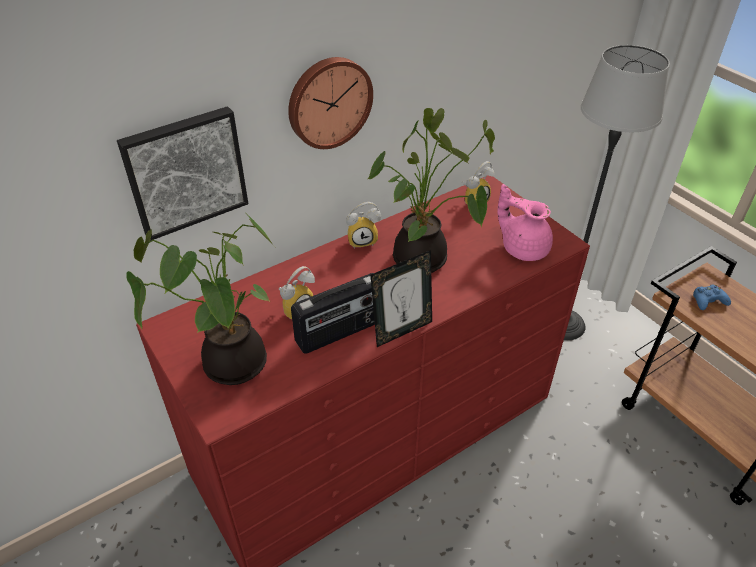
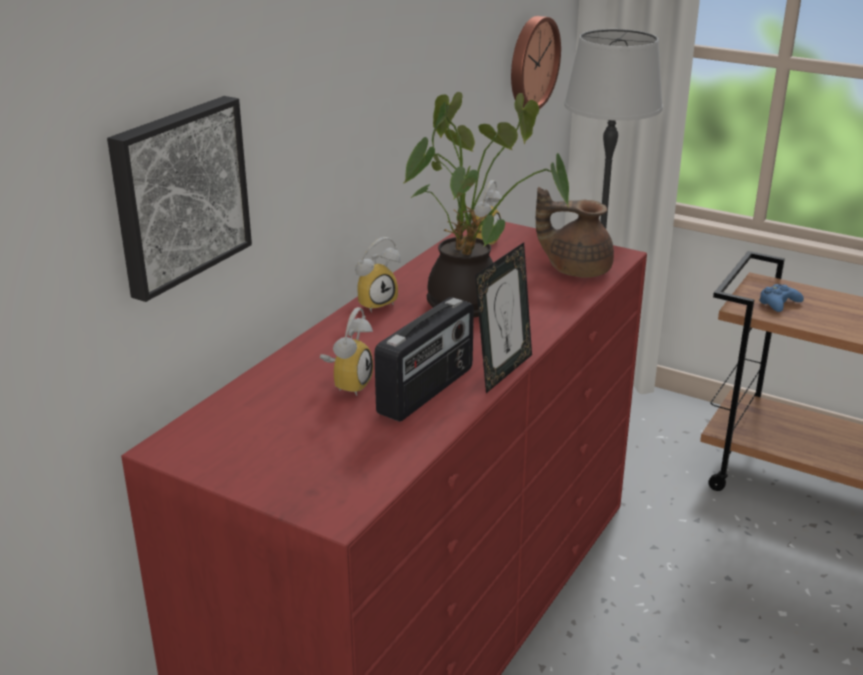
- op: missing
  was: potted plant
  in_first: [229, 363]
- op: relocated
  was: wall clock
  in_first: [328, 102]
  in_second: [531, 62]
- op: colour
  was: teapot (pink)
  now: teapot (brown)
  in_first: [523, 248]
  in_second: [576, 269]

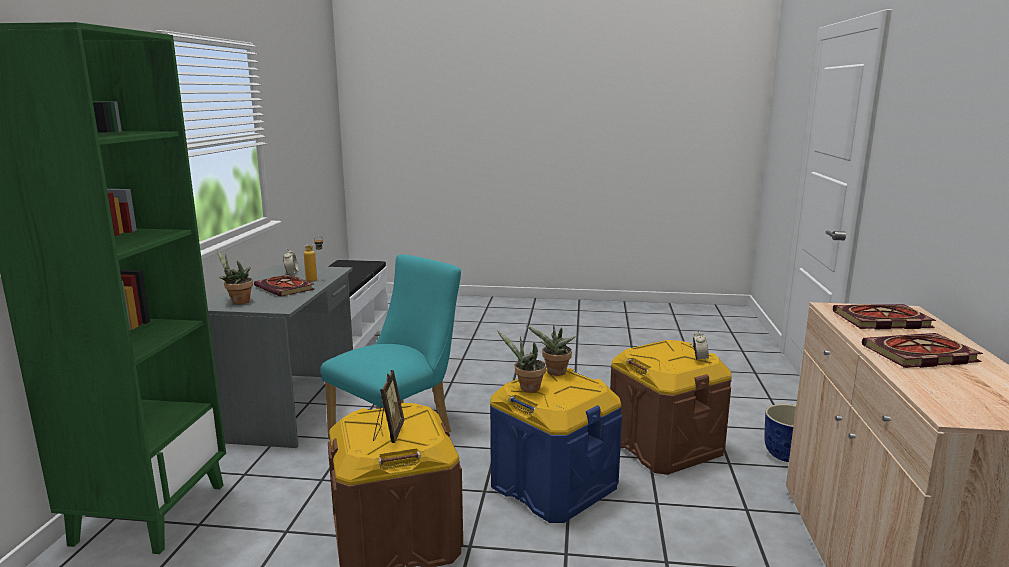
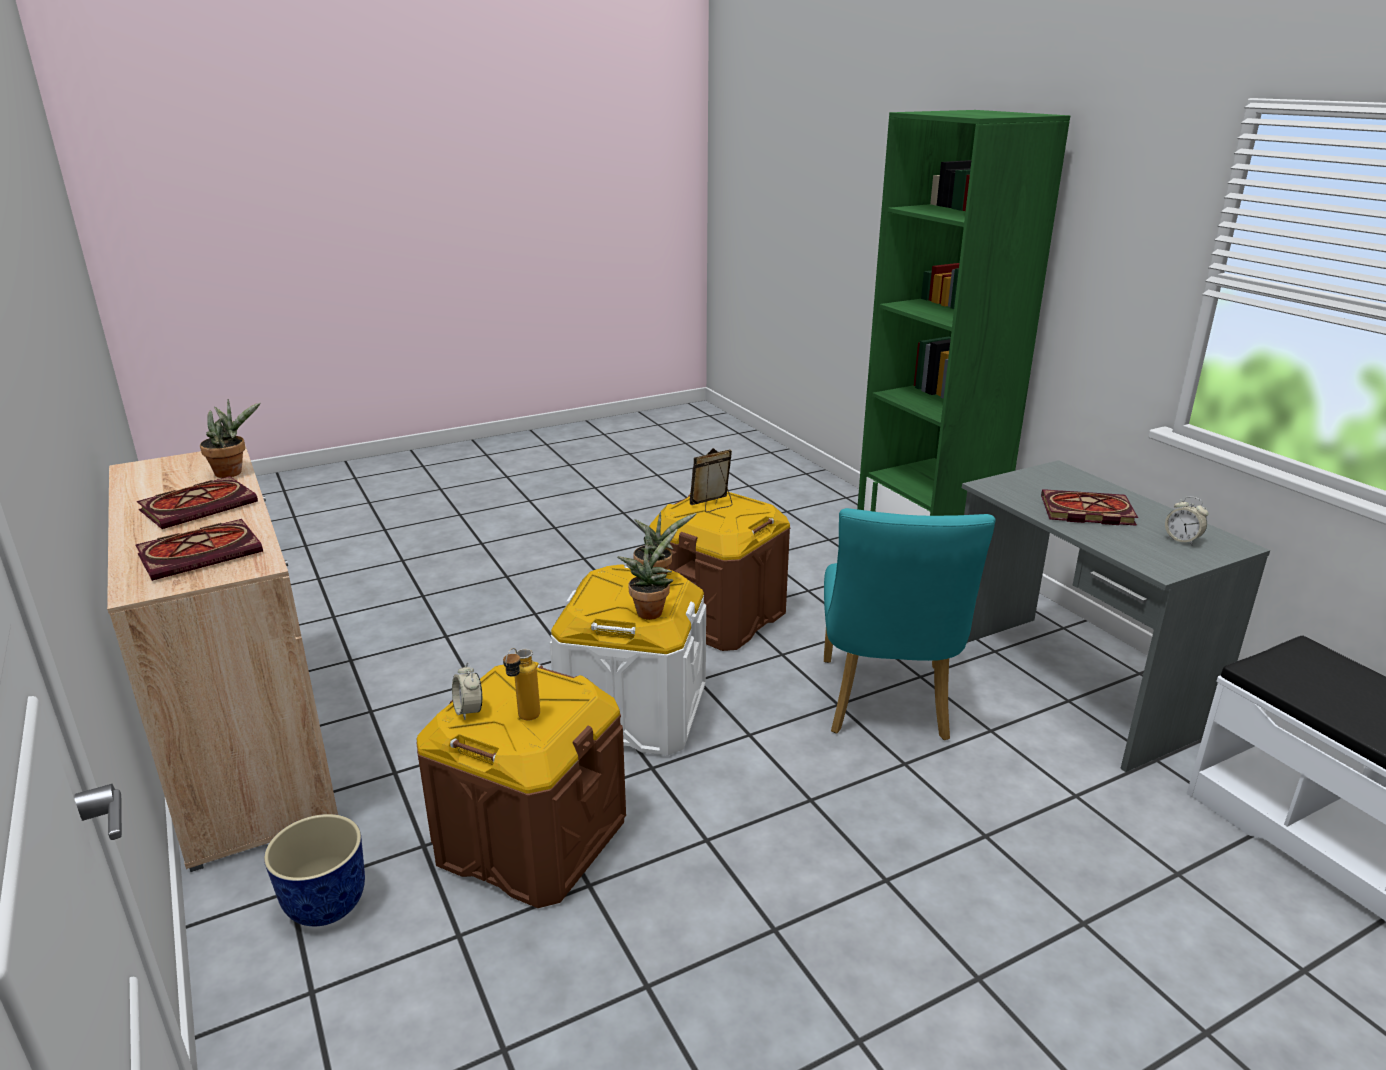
- op: relocated
  was: potted plant
  in_first: [238, 301]
  in_second: [233, 472]
- op: relocated
  was: bottle
  in_first: [316, 279]
  in_second: [524, 720]
- op: spun
  was: picture frame
  in_first: [388, 433]
  in_second: [713, 505]
  clockwise: 90
- op: colour
  was: storage box (blue)
  now: storage box (white)
  in_first: [553, 486]
  in_second: [632, 713]

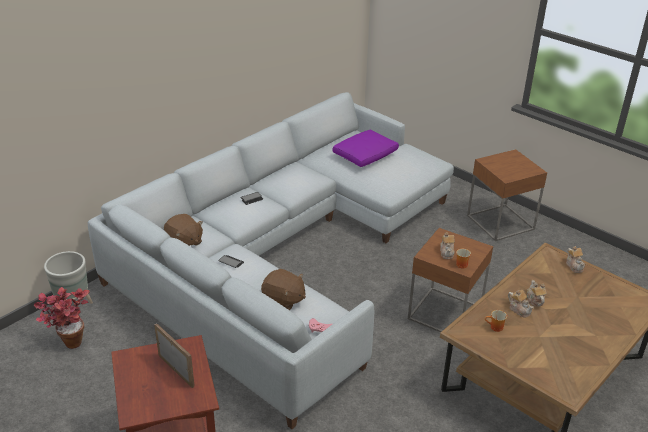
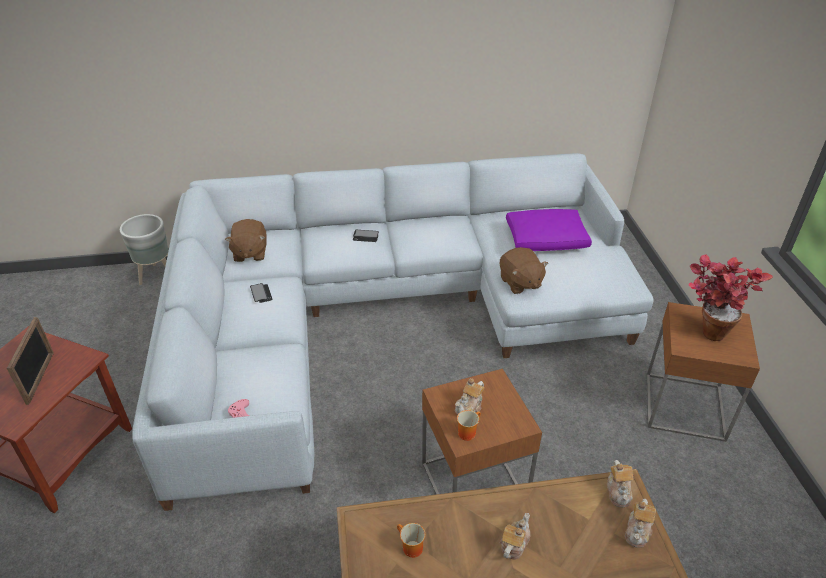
- op: relocated
  was: potted plant
  in_first: [68, 341]
  in_second: [707, 328]
- op: relocated
  was: plush toy (brown)
  in_first: [283, 300]
  in_second: [520, 283]
- op: relocated
  was: teapot
  in_first: [519, 310]
  in_second: [618, 491]

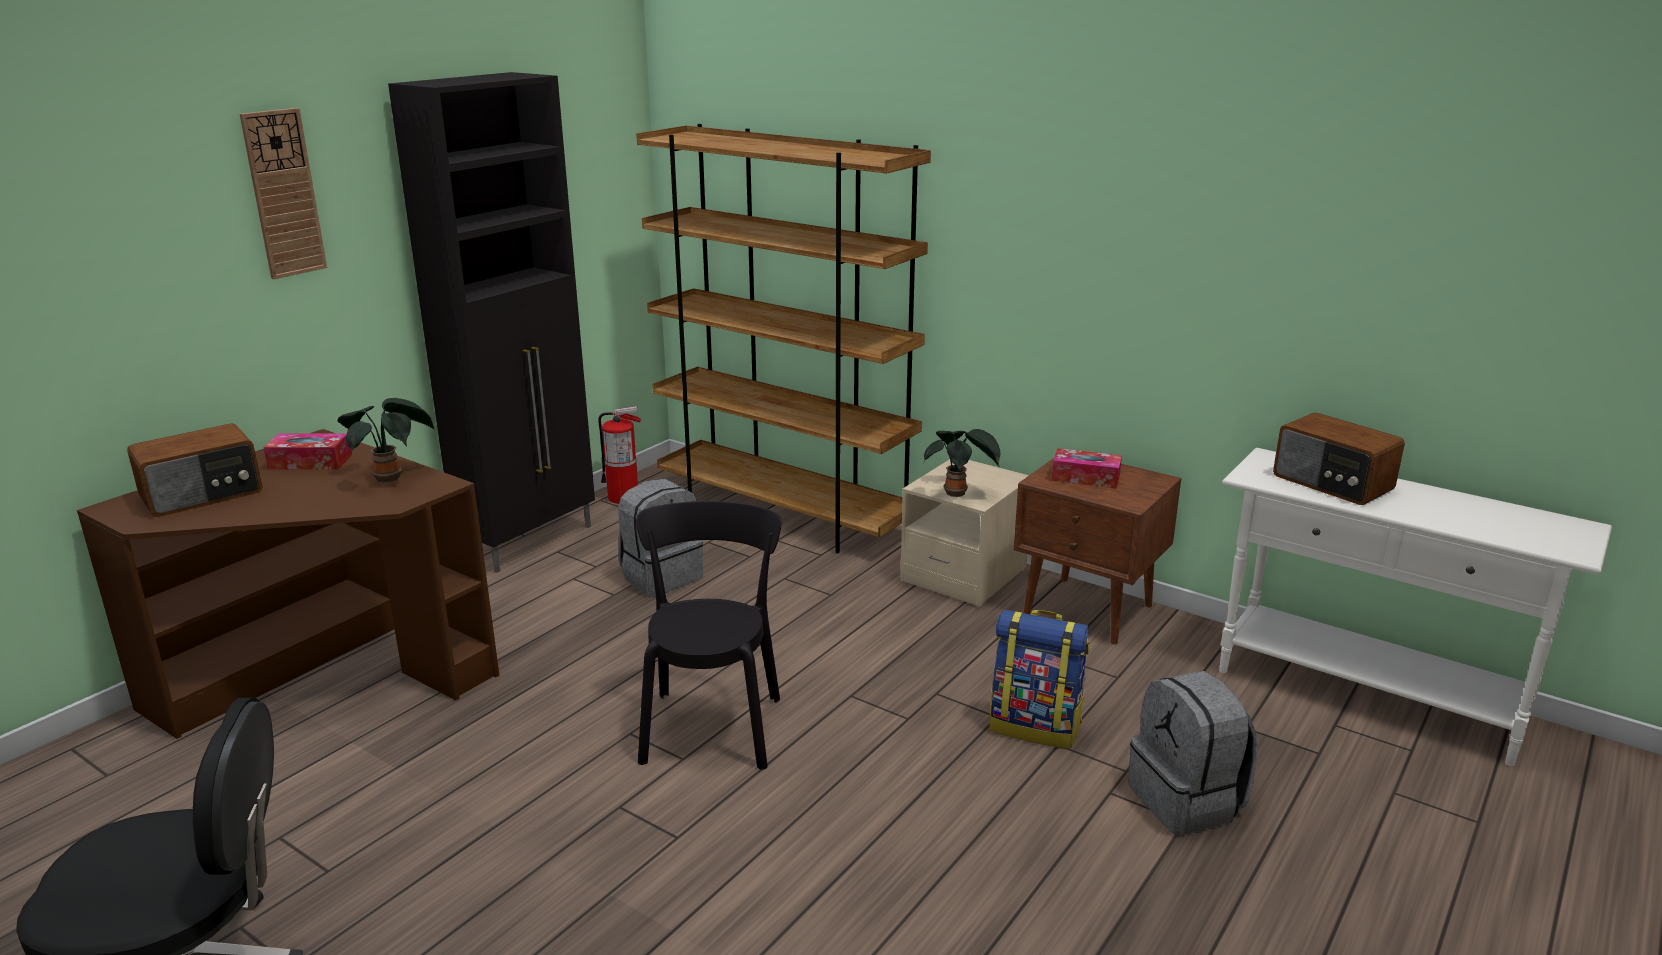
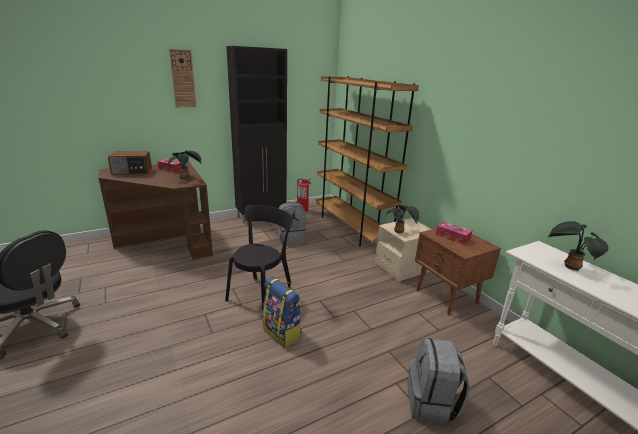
- op: relocated
  was: backpack
  in_first: [1036, 726]
  in_second: [282, 332]
- op: exchanged
  was: radio
  now: potted plant
  in_first: [1332, 483]
  in_second: [569, 267]

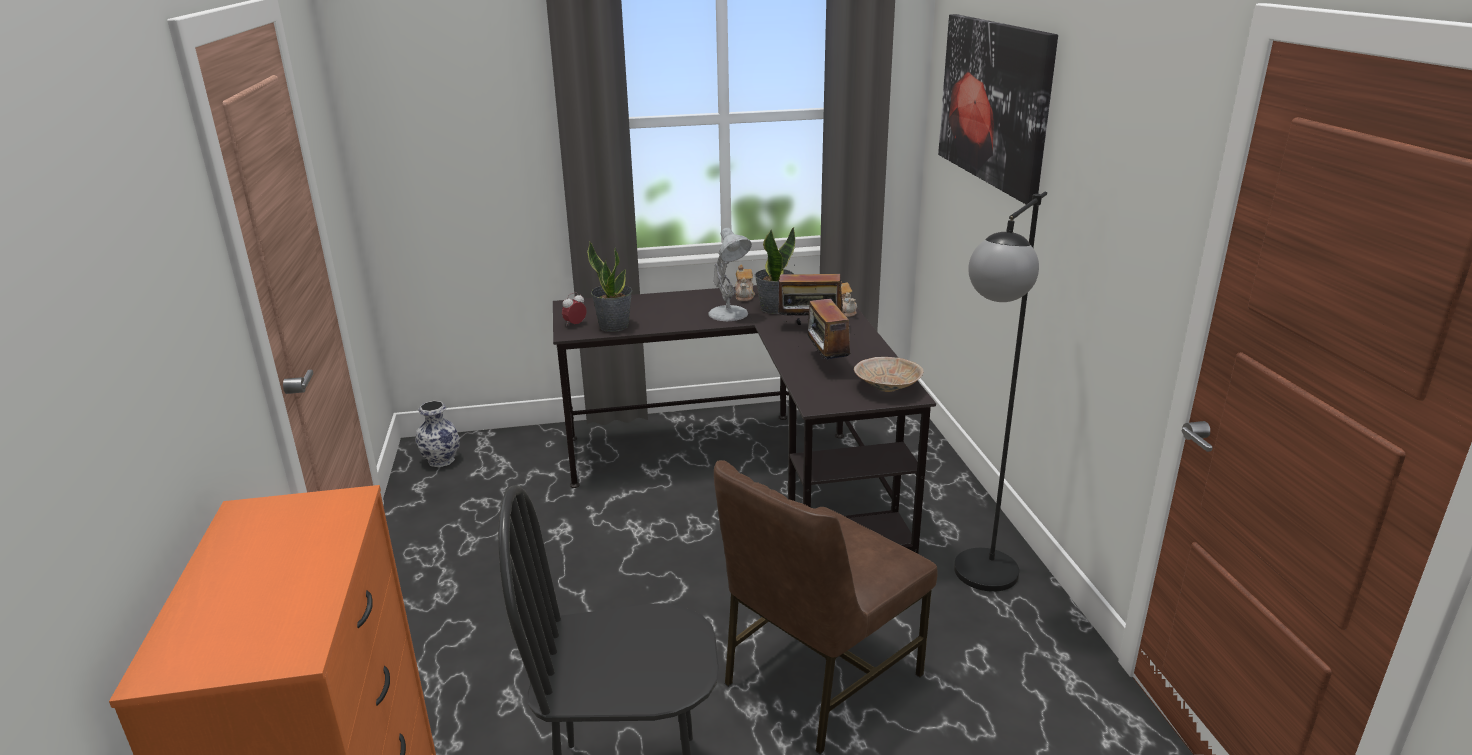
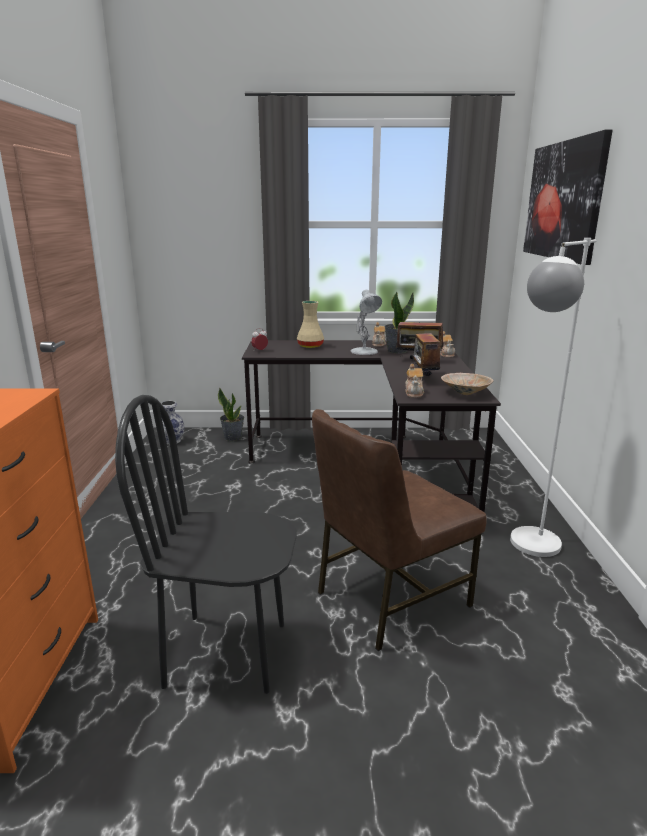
- op: relocated
  was: potted plant
  in_first: [614, 325]
  in_second: [233, 437]
- op: colour
  was: floor lamp (black)
  now: floor lamp (white)
  in_first: [978, 584]
  in_second: [527, 550]
- op: appeared
  now: vase (beige)
  in_second: [310, 346]
- op: appeared
  now: teapot
  in_second: [414, 393]

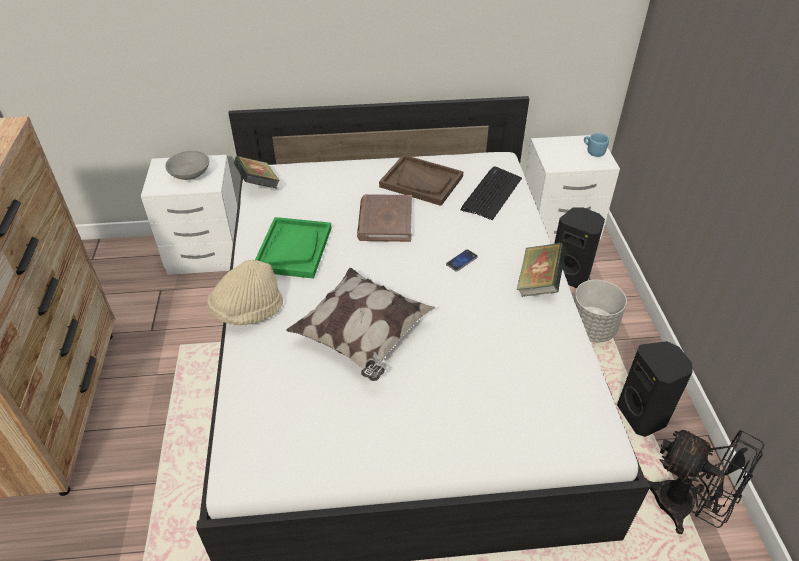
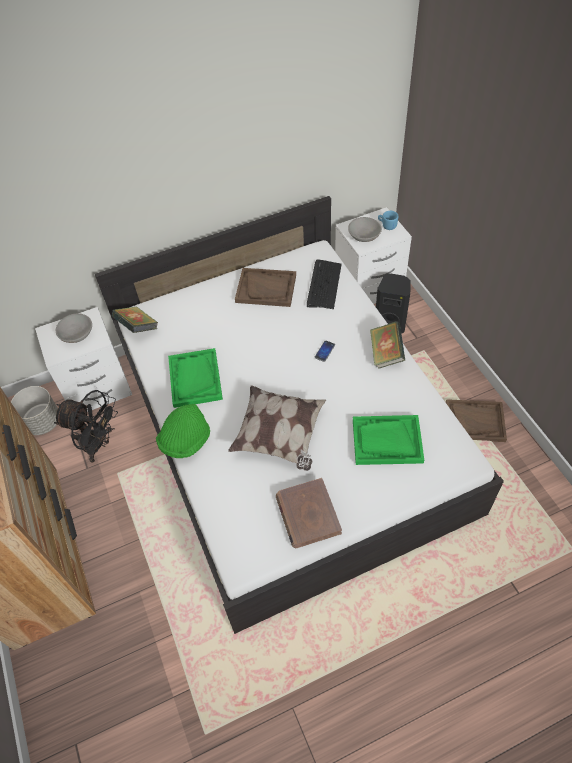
- op: colour
  was: hat (beige)
  now: hat (green)
  in_first: [248, 311]
  in_second: [185, 441]
- op: relocated
  was: book (brown)
  in_first: [385, 221]
  in_second: [307, 514]
- op: relocated
  was: planter (grey)
  in_first: [591, 329]
  in_second: [43, 422]
- op: exchanged
  was: speaker (black)
  now: tray (brown)
  in_first: [643, 415]
  in_second: [475, 421]
- op: relocated
  was: fan (black)
  in_first: [684, 507]
  in_second: [98, 444]
- op: appeared
  now: bowl (grey)
  in_second: [364, 236]
- op: appeared
  now: tray (green)
  in_second: [387, 441]

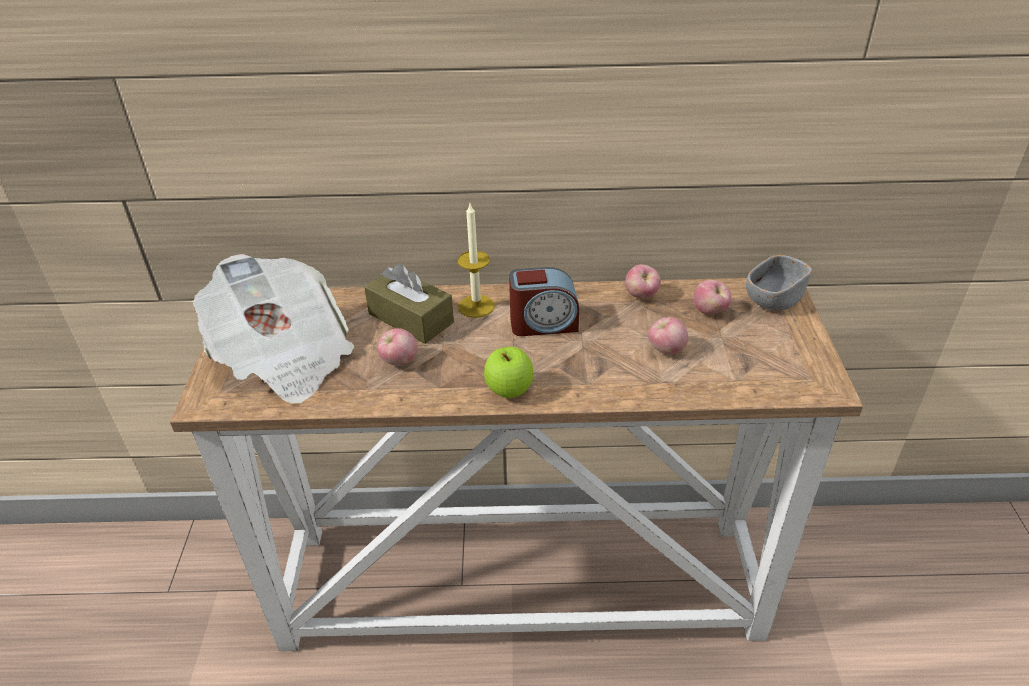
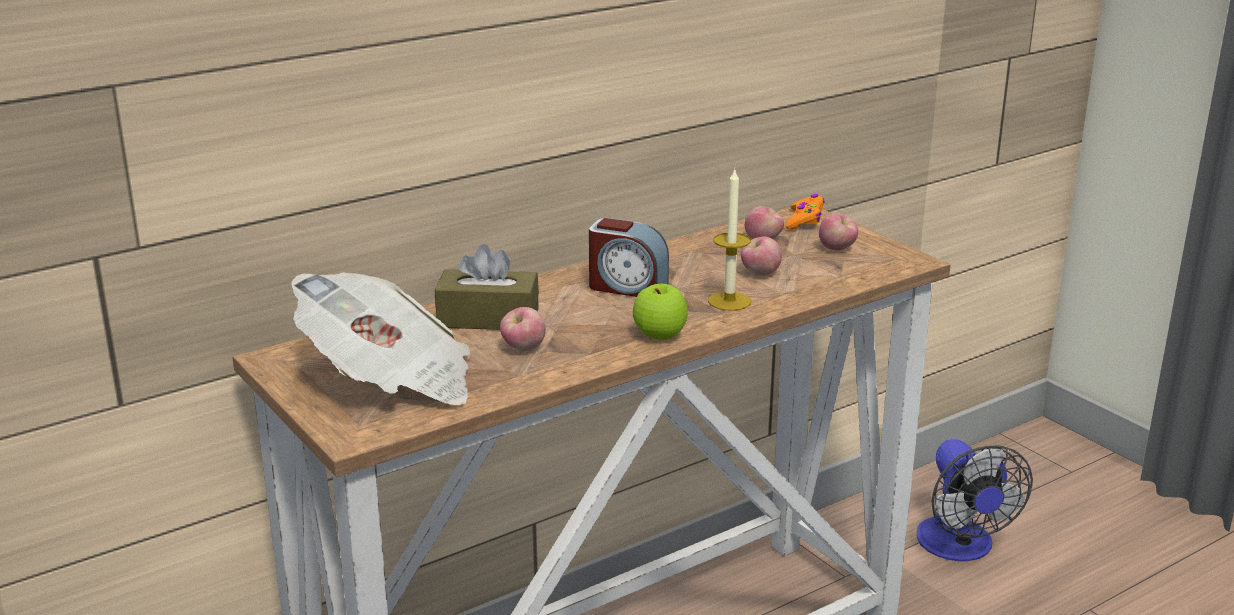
- op: relocated
  was: candle
  in_first: [476, 306]
  in_second: [729, 301]
- op: spun
  was: alarm clock
  in_first: [543, 323]
  in_second: [627, 287]
  clockwise: 60
- op: relocated
  was: apple
  in_first: [641, 296]
  in_second: [837, 249]
- op: exchanged
  was: bowl (grey)
  now: game controller (orange)
  in_first: [773, 298]
  in_second: [804, 220]
- op: appeared
  now: fan
  in_second: [960, 547]

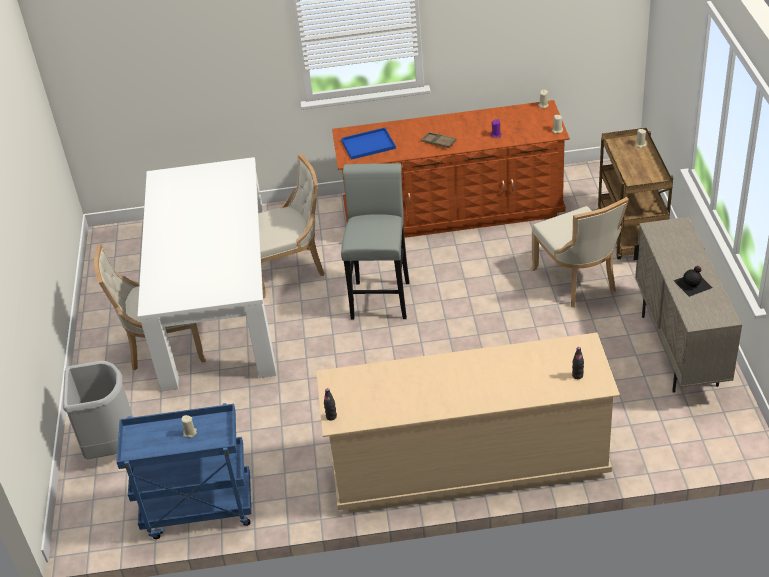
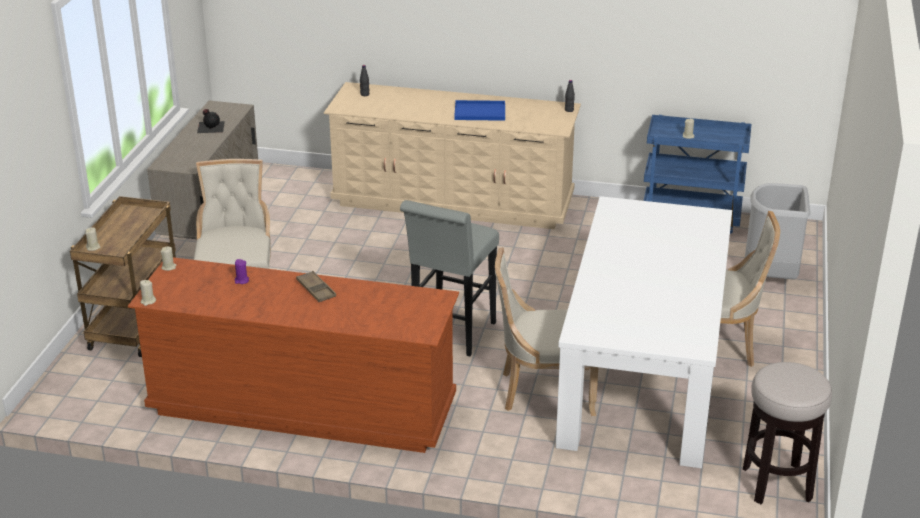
- op: relocated
  was: tray (blue)
  in_first: [367, 145]
  in_second: [481, 111]
- op: appeared
  now: stool
  in_second: [777, 484]

